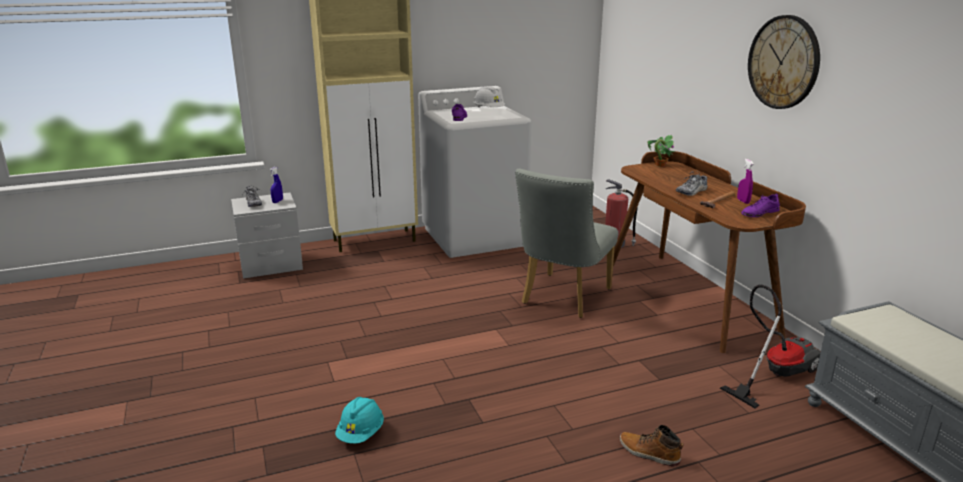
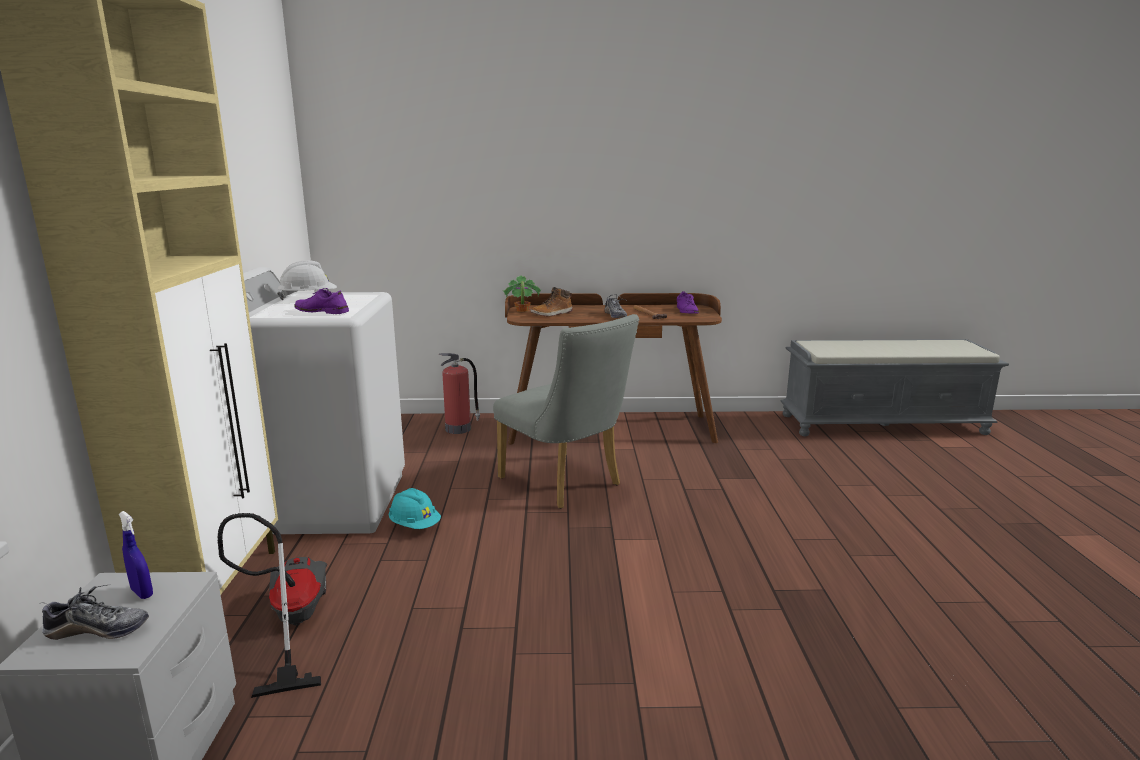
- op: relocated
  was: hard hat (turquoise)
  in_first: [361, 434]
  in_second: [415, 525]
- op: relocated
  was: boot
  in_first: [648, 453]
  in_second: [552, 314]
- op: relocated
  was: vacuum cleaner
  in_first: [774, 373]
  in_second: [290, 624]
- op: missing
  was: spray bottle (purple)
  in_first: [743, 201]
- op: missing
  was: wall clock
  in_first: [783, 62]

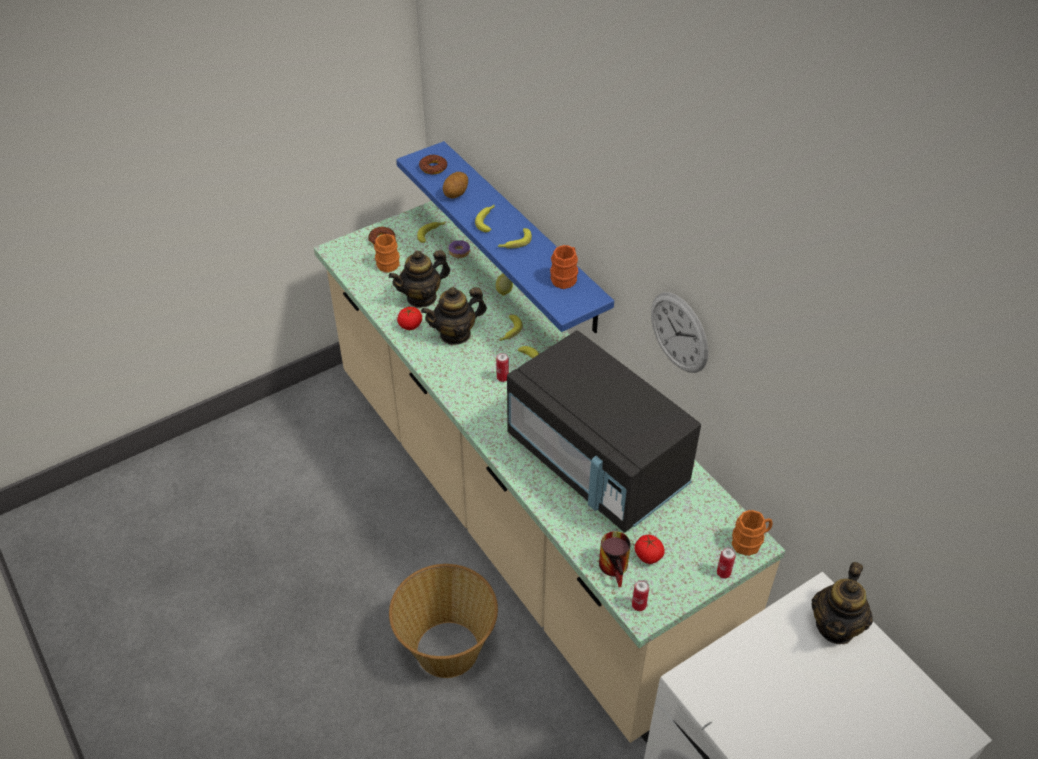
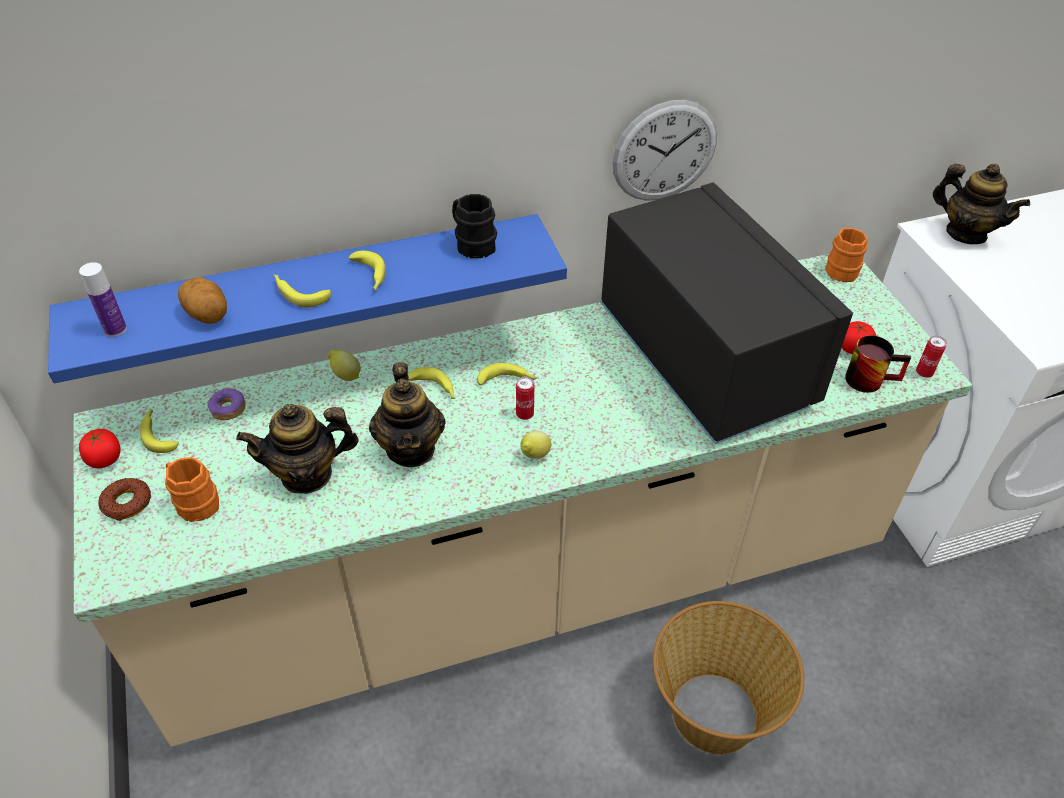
- op: spun
  was: teapot
  in_first: [422, 297]
  in_second: [307, 474]
  clockwise: 90
- op: relocated
  was: tomato
  in_first: [410, 325]
  in_second: [104, 459]
- op: exchanged
  was: donut
  now: bottle
  in_first: [433, 168]
  in_second: [115, 329]
- op: spun
  was: microwave (black)
  in_first: [597, 463]
  in_second: [704, 357]
  clockwise: -90
- op: colour
  was: mug (orange)
  now: mug (black)
  in_first: [565, 277]
  in_second: [472, 244]
- op: missing
  was: can
  in_first: [723, 573]
- op: appeared
  now: lemon
  in_second: [534, 456]

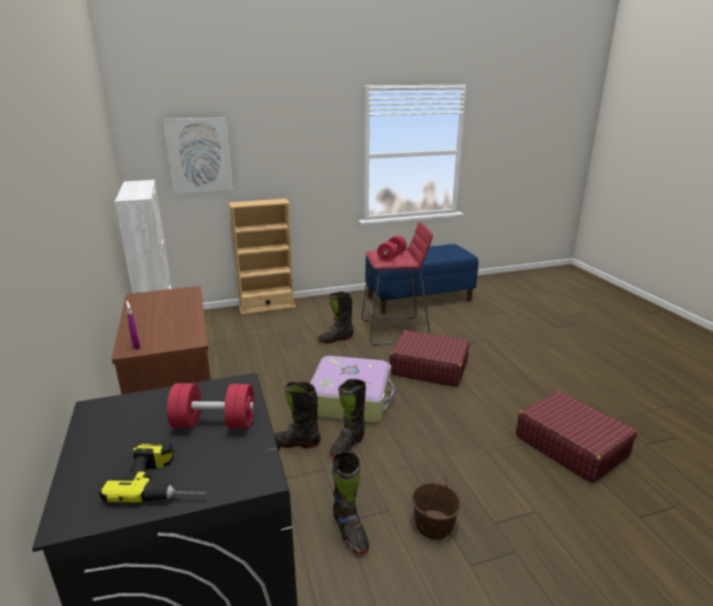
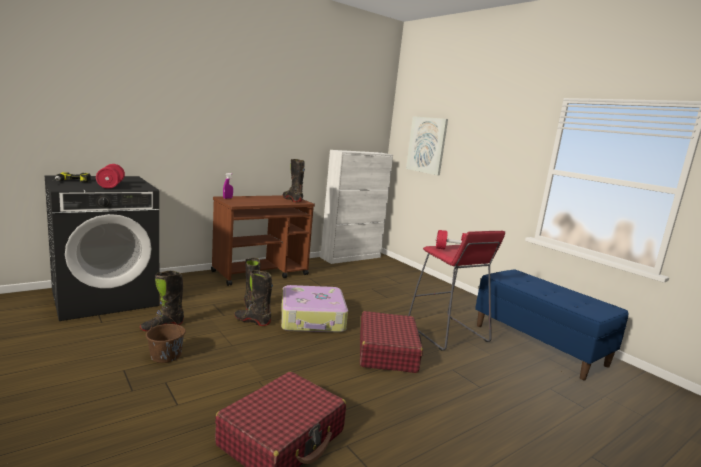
- op: missing
  was: bookcase (beige)
  in_first: [267, 307]
- op: relocated
  was: boot (black)
  in_first: [335, 339]
  in_second: [292, 199]

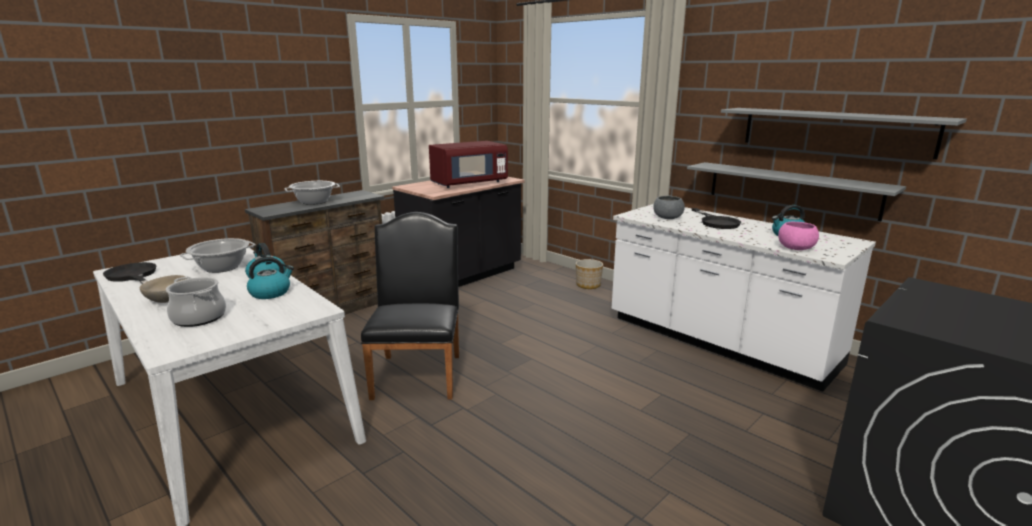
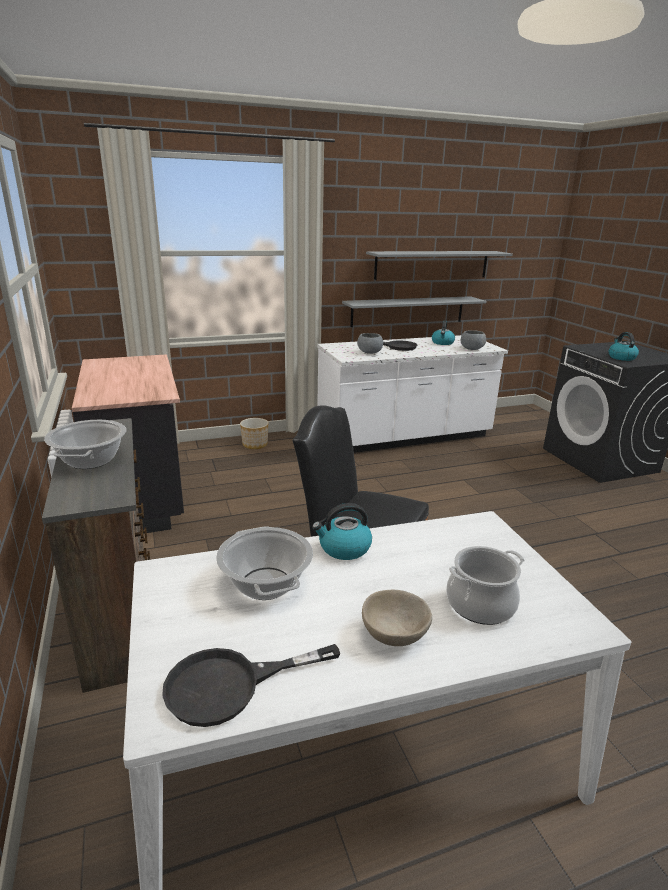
- op: relocated
  was: kettle
  in_first: [271, 293]
  in_second: [621, 357]
- op: missing
  was: microwave (red)
  in_first: [469, 183]
- op: colour
  was: bowl (pink)
  now: bowl (grey)
  in_first: [796, 248]
  in_second: [472, 349]

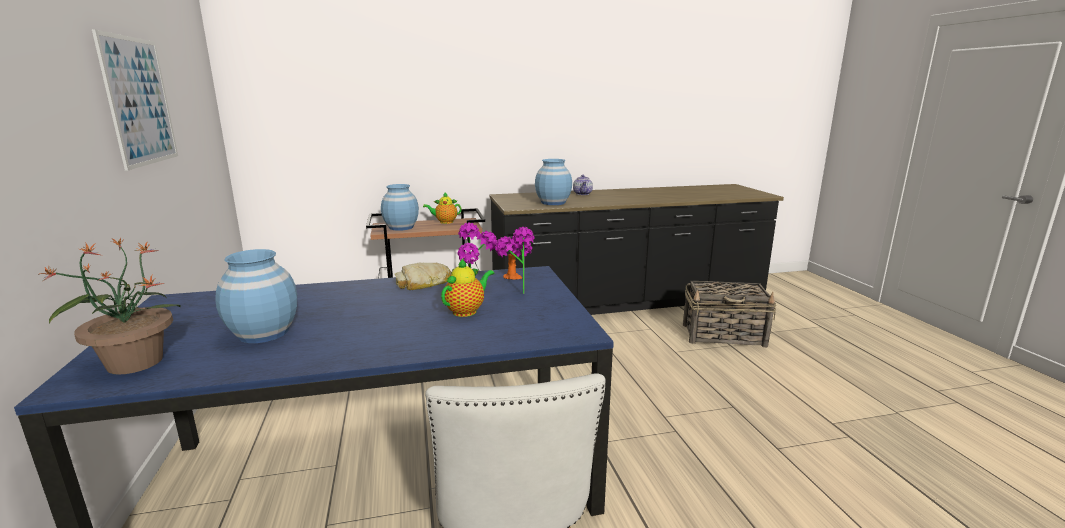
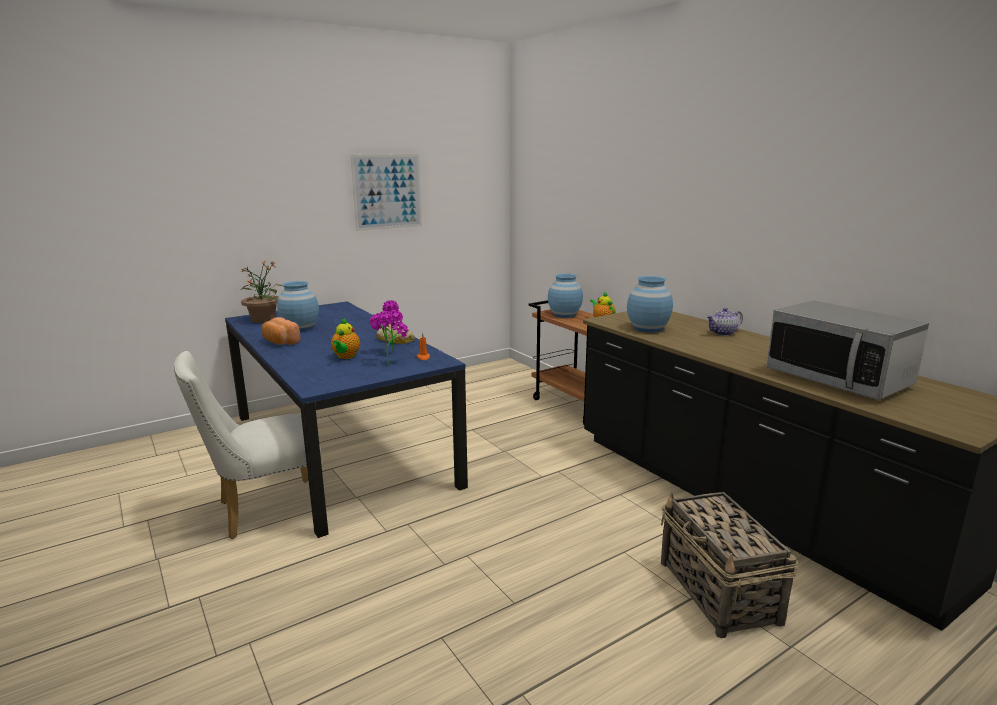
- op: spun
  was: teapot
  in_first: [467, 311]
  in_second: [345, 357]
  clockwise: 75
- op: appeared
  now: bread
  in_second: [280, 342]
- op: appeared
  now: microwave
  in_second: [838, 379]

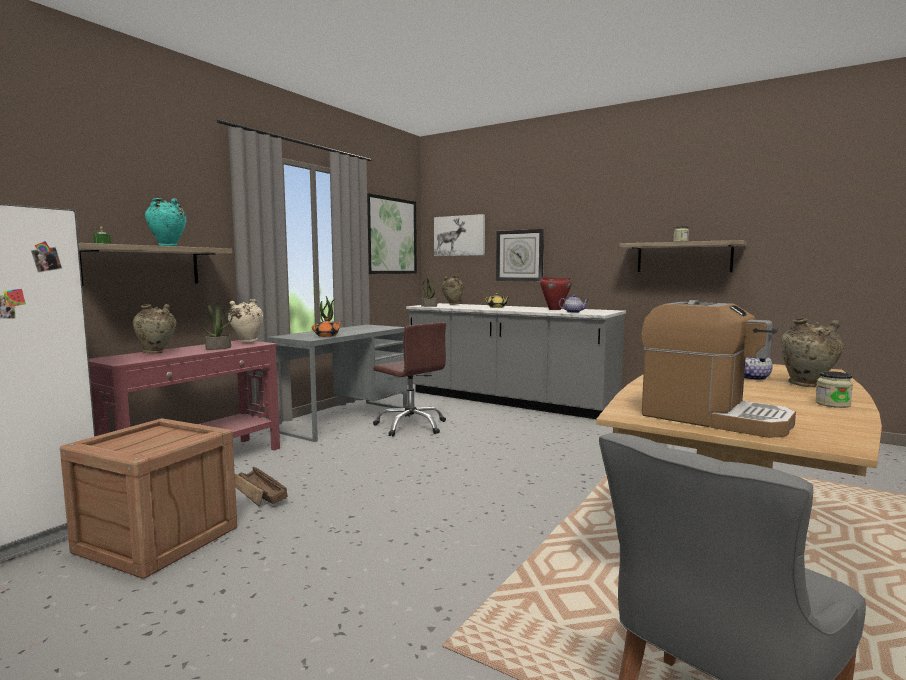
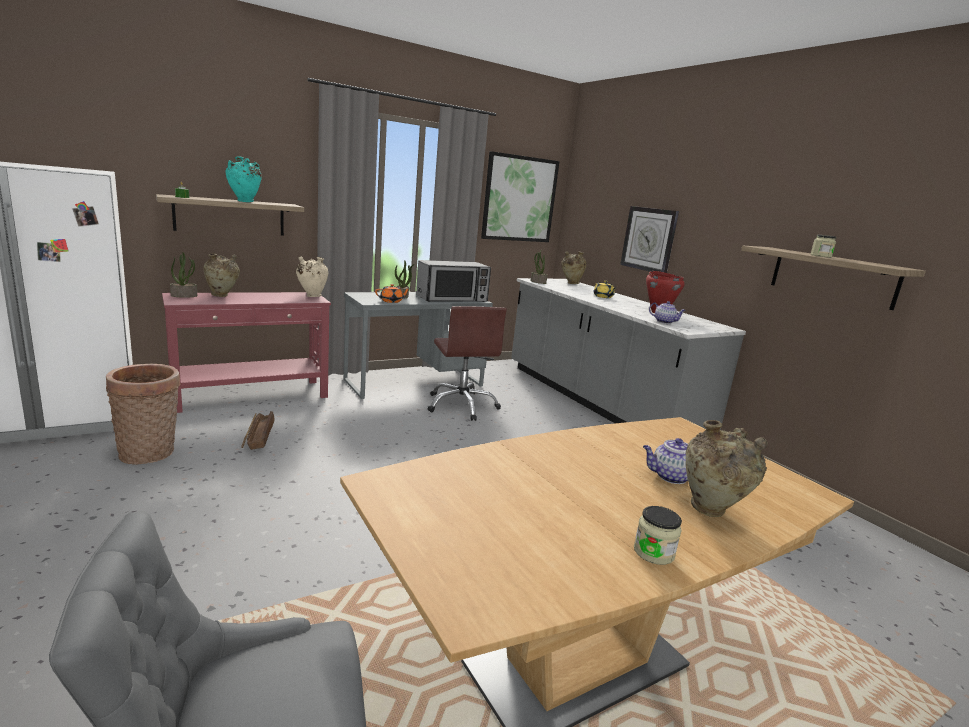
- op: exchanged
  was: crate
  now: basket
  in_first: [157, 540]
  in_second: [150, 453]
- op: relocated
  was: potted plant
  in_first: [218, 348]
  in_second: [184, 295]
- op: missing
  was: picture
  in_first: [459, 236]
- op: missing
  was: coffee machine
  in_first: [712, 418]
- op: appeared
  now: microwave
  in_second: [452, 299]

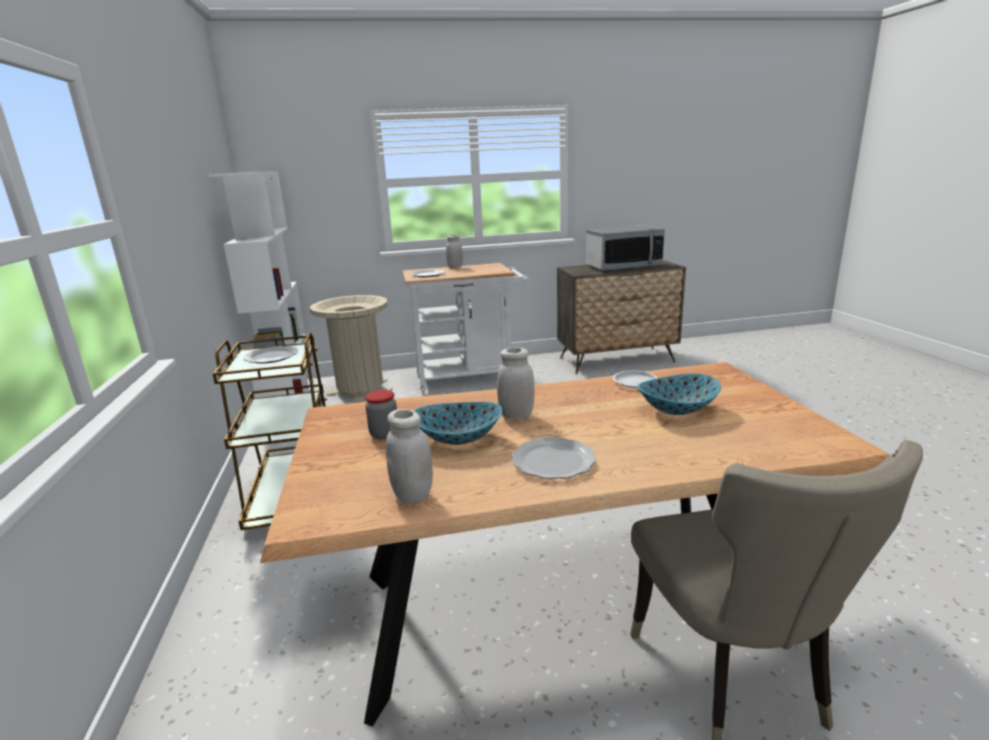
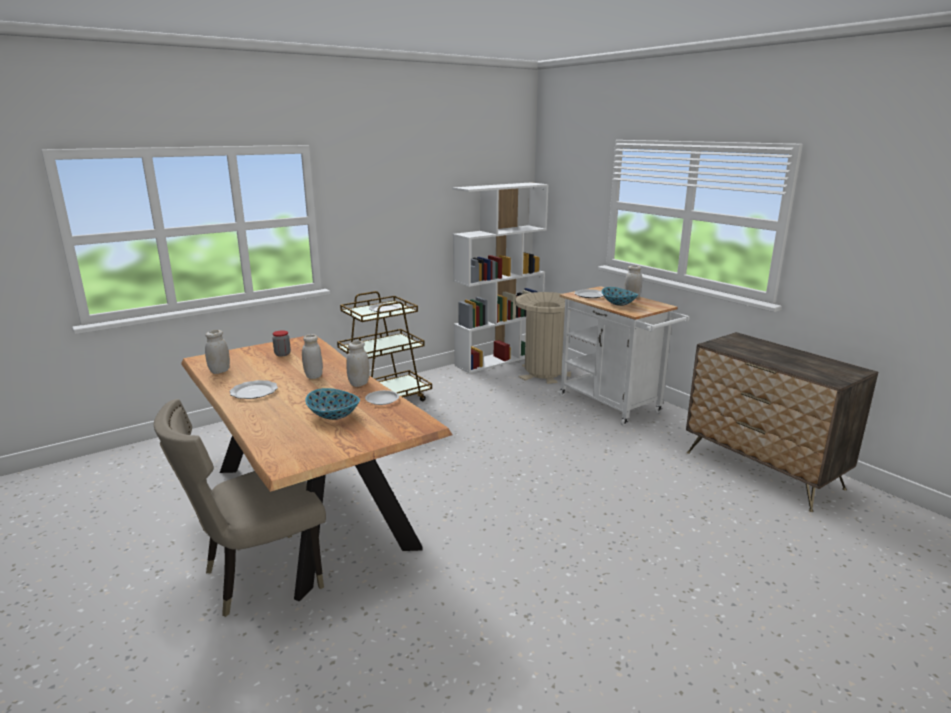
- op: relocated
  was: bowl
  in_first: [459, 438]
  in_second: [618, 304]
- op: missing
  was: microwave
  in_first: [623, 267]
- op: appeared
  now: jar (white)
  in_second: [359, 384]

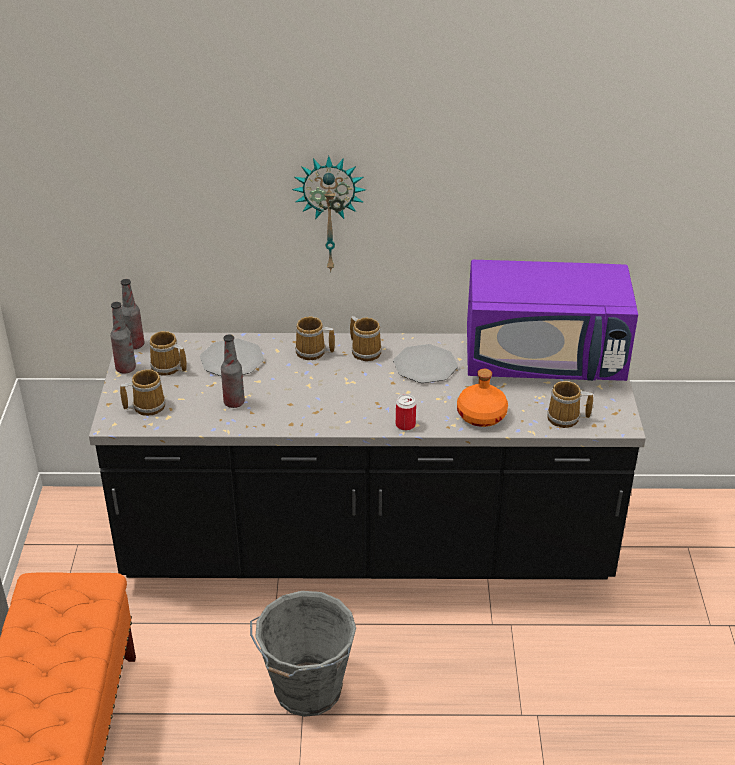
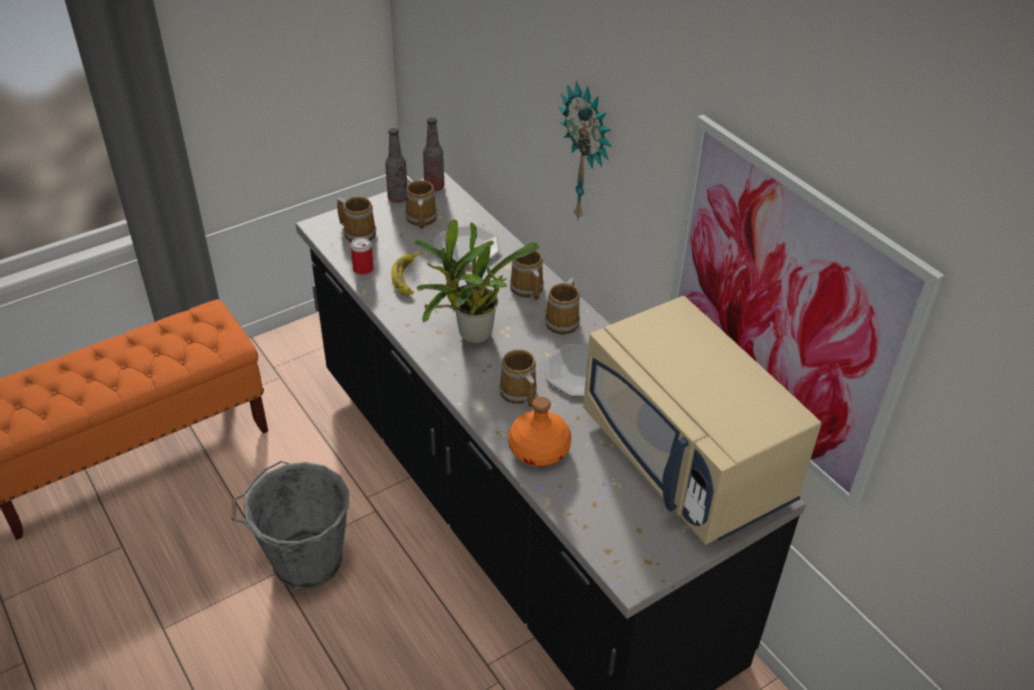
- op: exchanged
  was: bottle
  now: banana
  in_first: [234, 402]
  in_second: [407, 277]
- op: relocated
  was: can
  in_first: [405, 425]
  in_second: [363, 269]
- op: colour
  was: microwave (purple)
  now: microwave (beige)
  in_first: [545, 359]
  in_second: [687, 459]
- op: relocated
  was: mug
  in_first: [565, 418]
  in_second: [518, 393]
- op: appeared
  now: potted plant
  in_second: [470, 336]
- op: appeared
  now: picture
  in_second: [782, 311]

